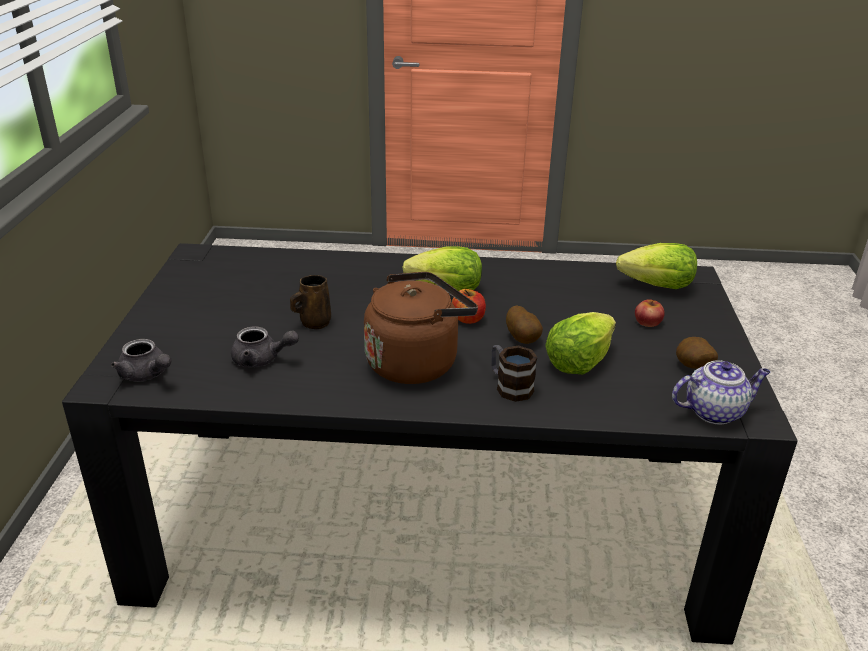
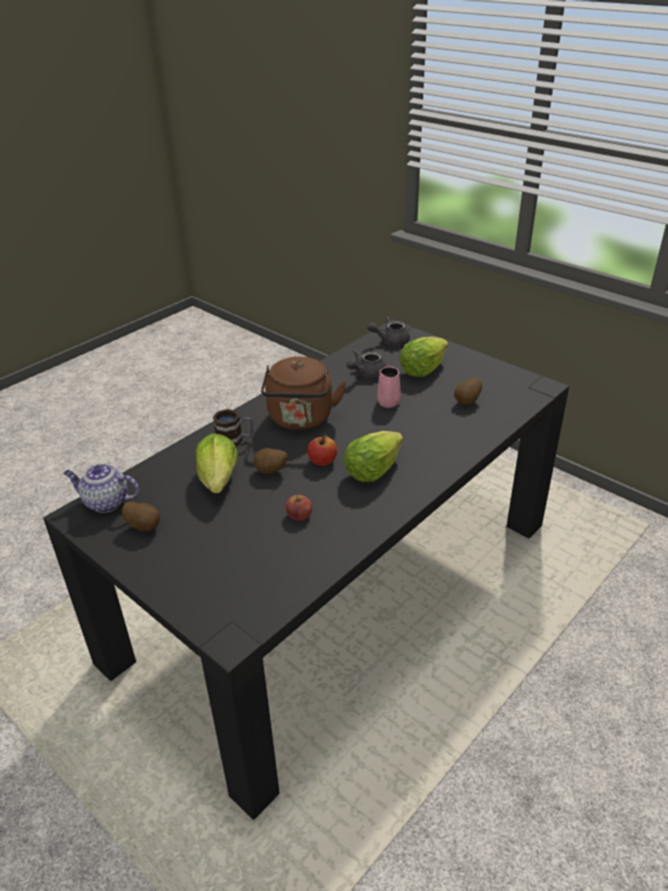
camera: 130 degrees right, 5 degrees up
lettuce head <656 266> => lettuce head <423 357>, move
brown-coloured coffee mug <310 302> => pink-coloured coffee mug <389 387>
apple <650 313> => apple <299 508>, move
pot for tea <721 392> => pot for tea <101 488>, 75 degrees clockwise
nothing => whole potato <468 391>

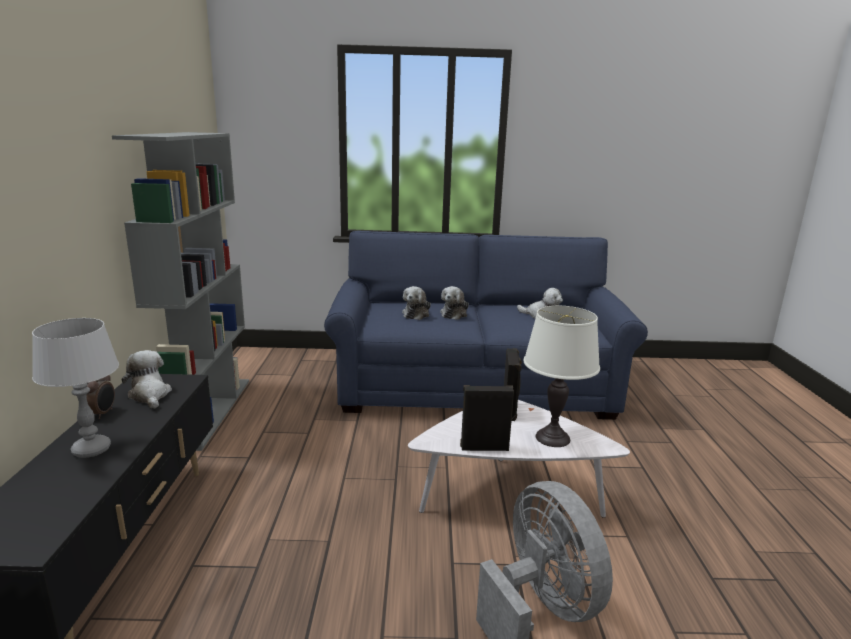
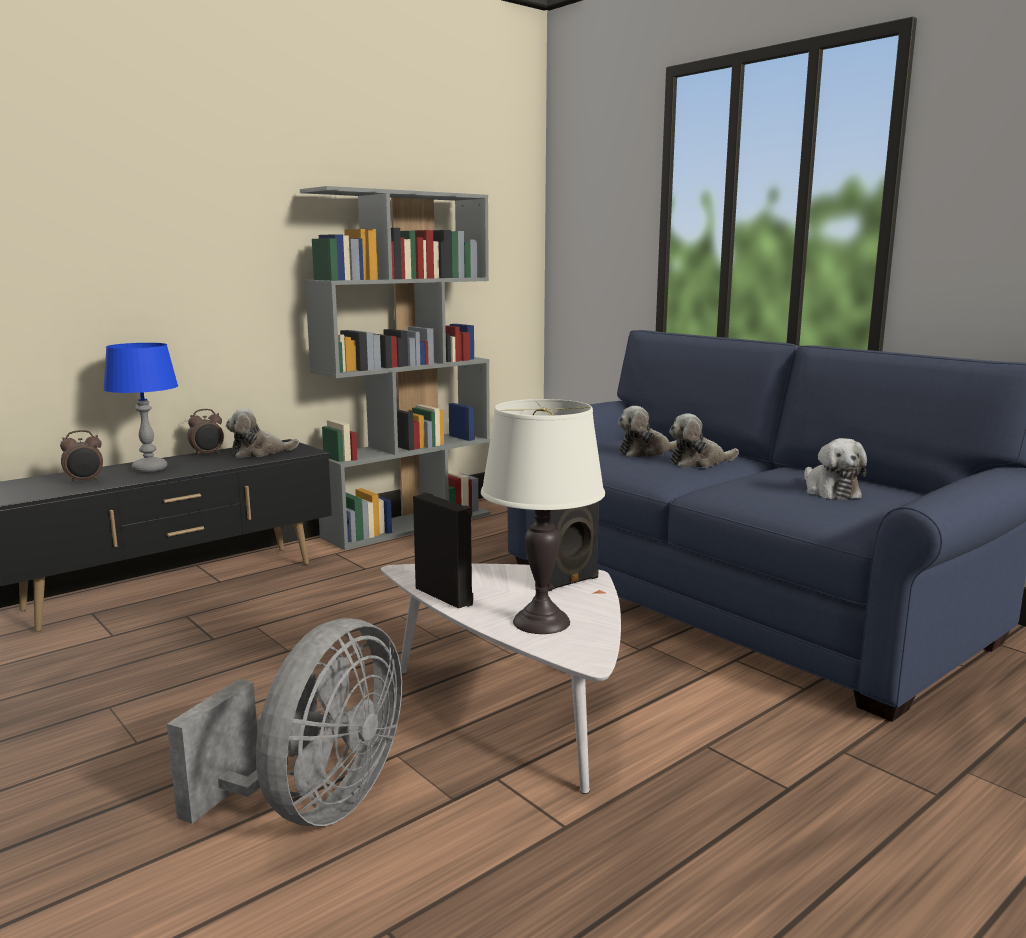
camera: 50 degrees right, 5 degrees down
greyish tabletop lamp <75 388> => bluish tabletop lamp <140 407>
cuddly toy <147 379> => cuddly toy <262 433>, 135 degrees counterclockwise
nothing => table clock <81 457>

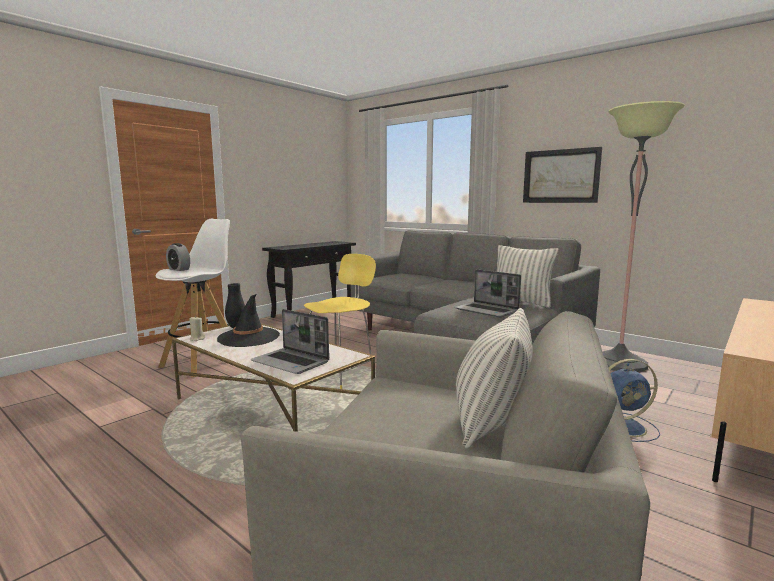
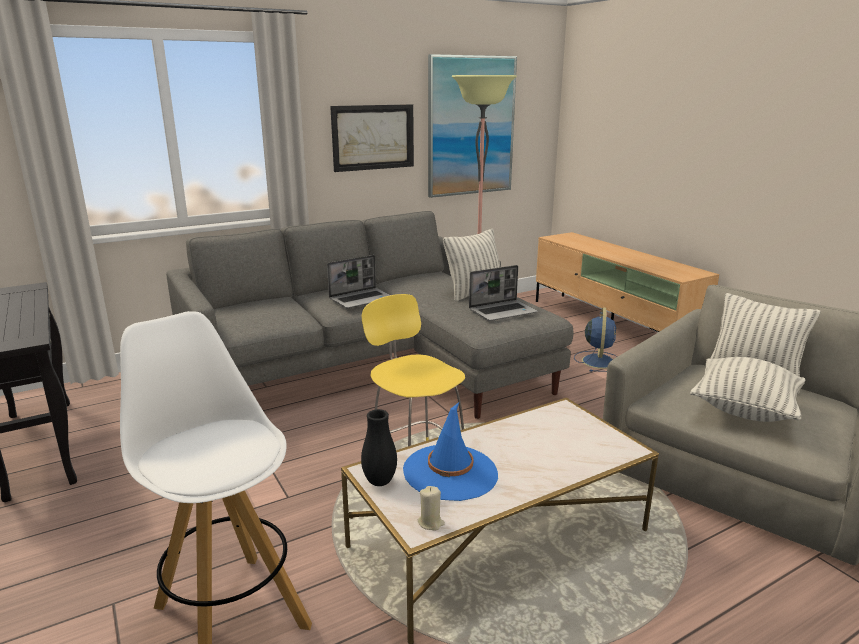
camera: 70 degrees left, 10 degrees up
table clock <178 257> => nothing
black hat <248 320> => bluish hat <450 451>
laptop <290 341> => laptop <358 281>, move
nothing => wall art <472 126>
nothing => cushion <747 389>

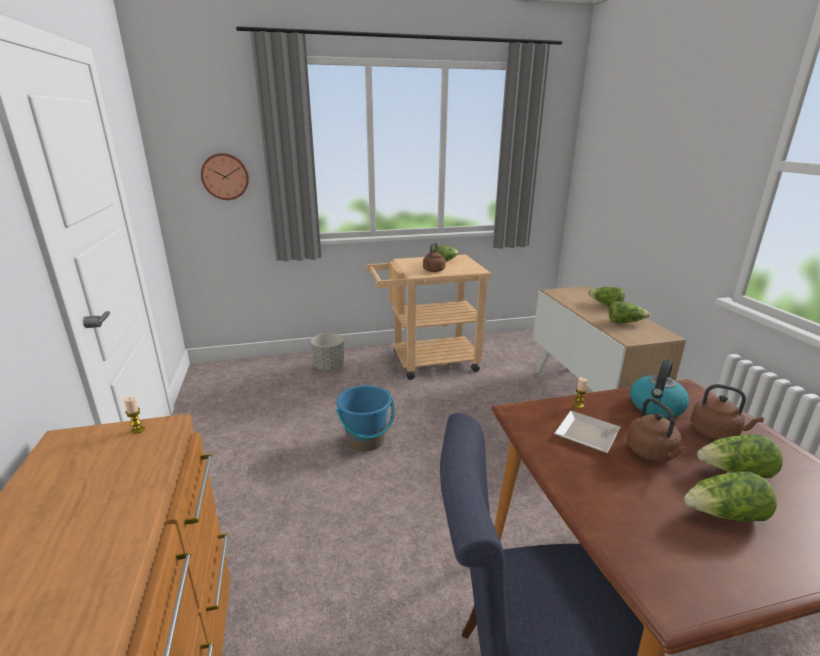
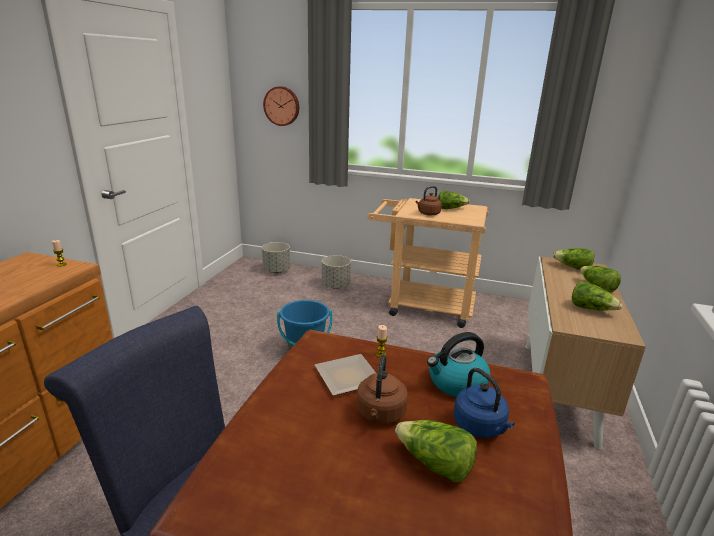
camera: 30 degrees right, 0 degrees up
brown-coloured tea kettle <727 412> => bluish tea kettle <484 403>
lettuce head <730 496> => lettuce head <573 259>, move
nothing => greyish planter <276 257>

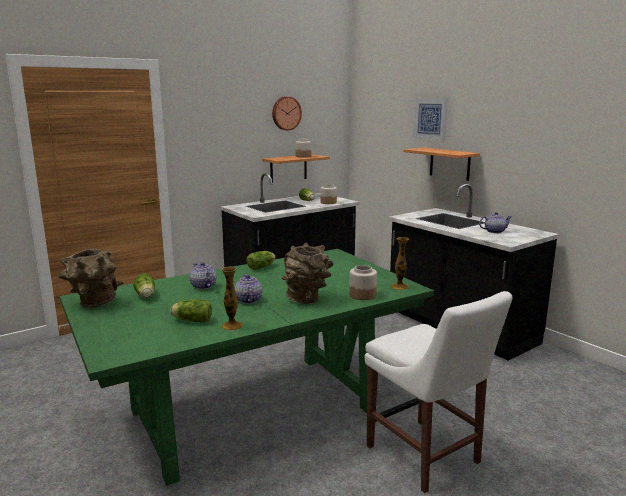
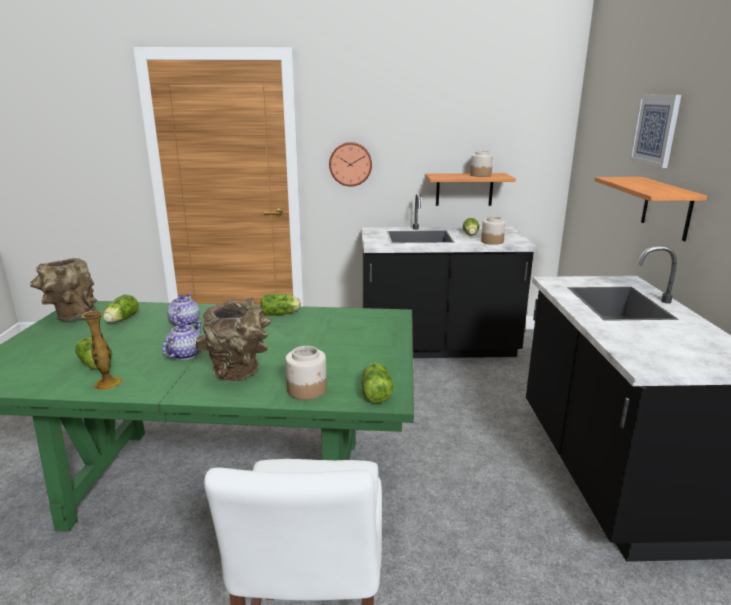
camera: 35 degrees right, 5 degrees up
hanging clock <287 113> => hanging clock <350 164>, move
pot for tea <495 222> => nothing
decorative vase <400 263> => lettuce head <377 383>

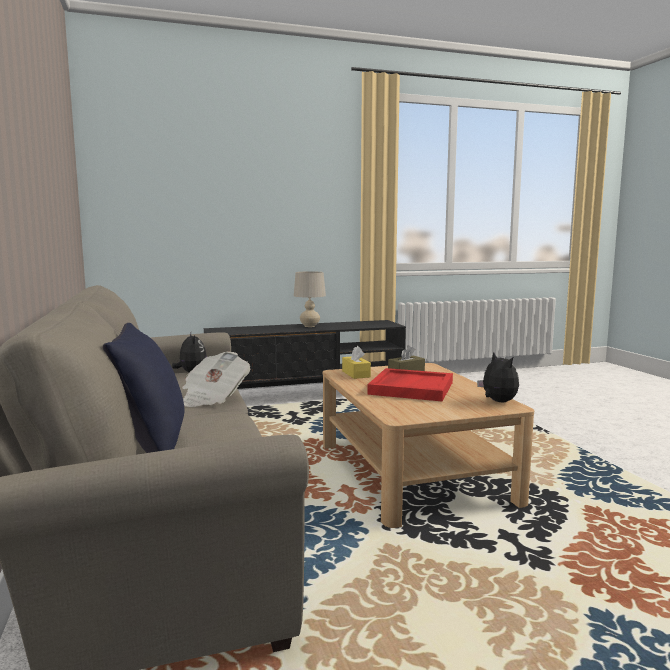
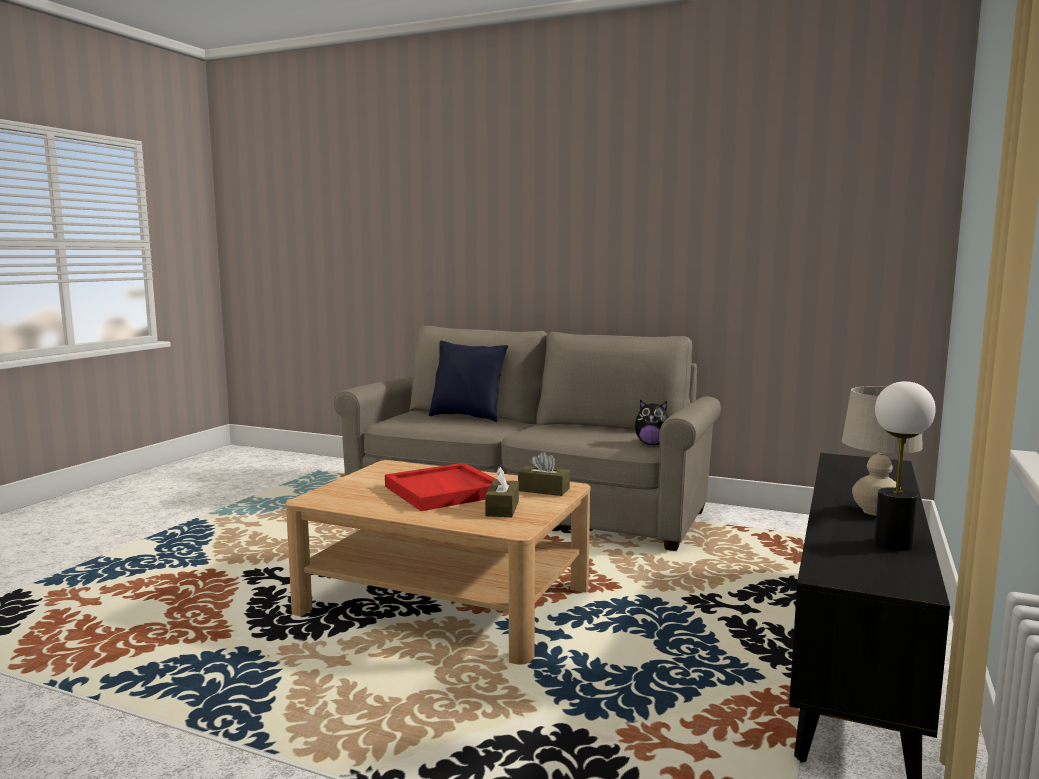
camera: 130 degrees right, 0 degrees up
yellow box of tissues <356 362> => brown-coloured box of tissues <544 474>
printed paper <216 379> => nothing
cuddly toy <498 377> => nothing
nothing => tabletop lamp <905 466>

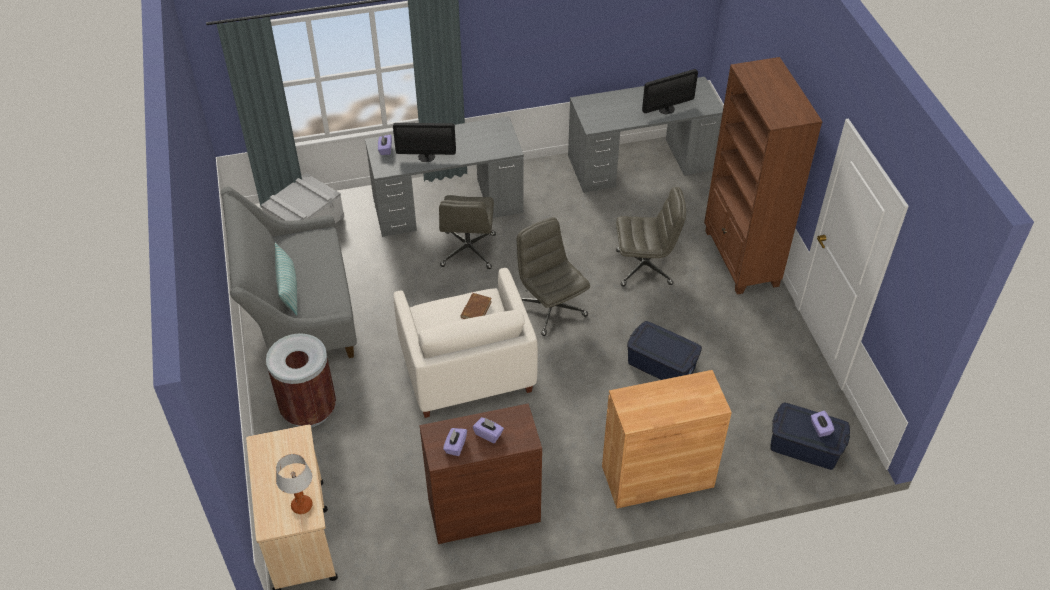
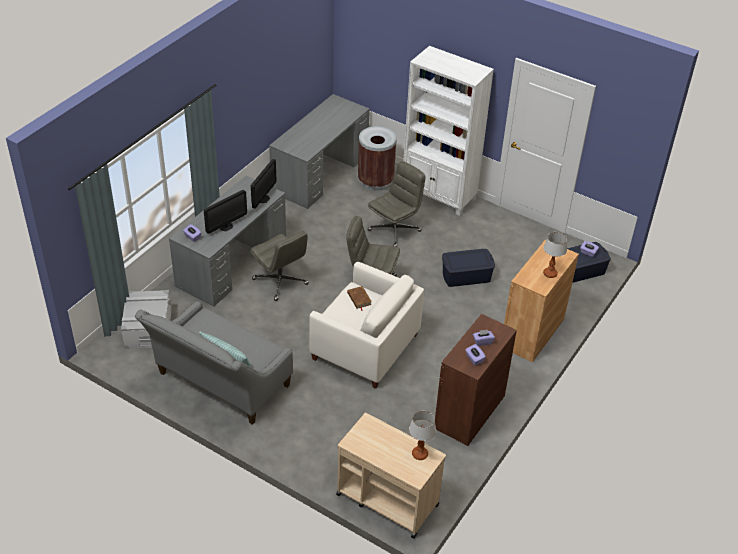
camera: 45 degrees left, 5 degrees down
brown-coloured bookcase <763 176> => white bookcase <448 131>
computer display <670 92> => computer display <263 184>, move
brown-coloured rubbish bin <301 380> => brown-coloured rubbish bin <377 158>, move
nothing => tabletop lamp <555 255>

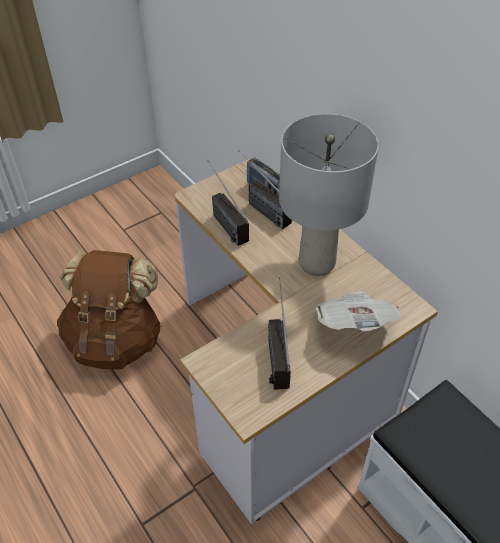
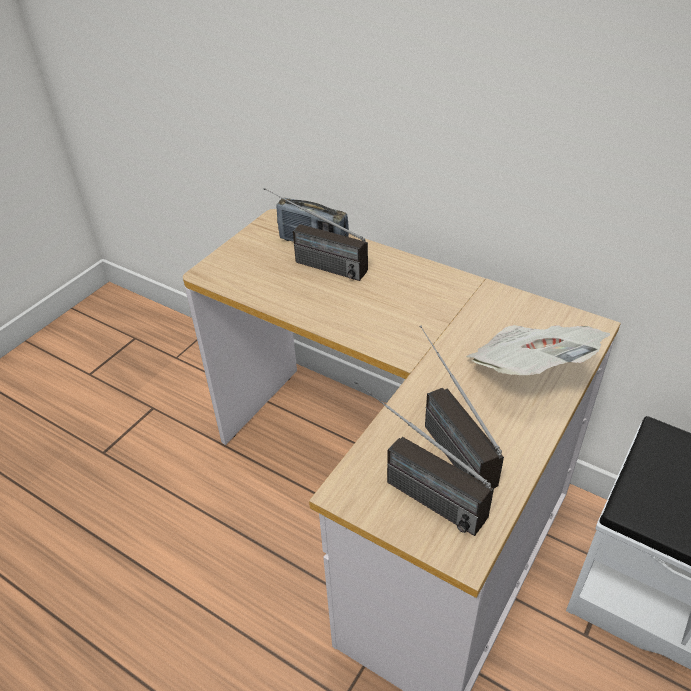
camera: 20 degrees left, 5 degrees down
greyish tabletop lamp <329 195> => nothing
radio receiver <228 203> => radio receiver <424 458>, move
brown-coloured rucksack <109 310> => nothing

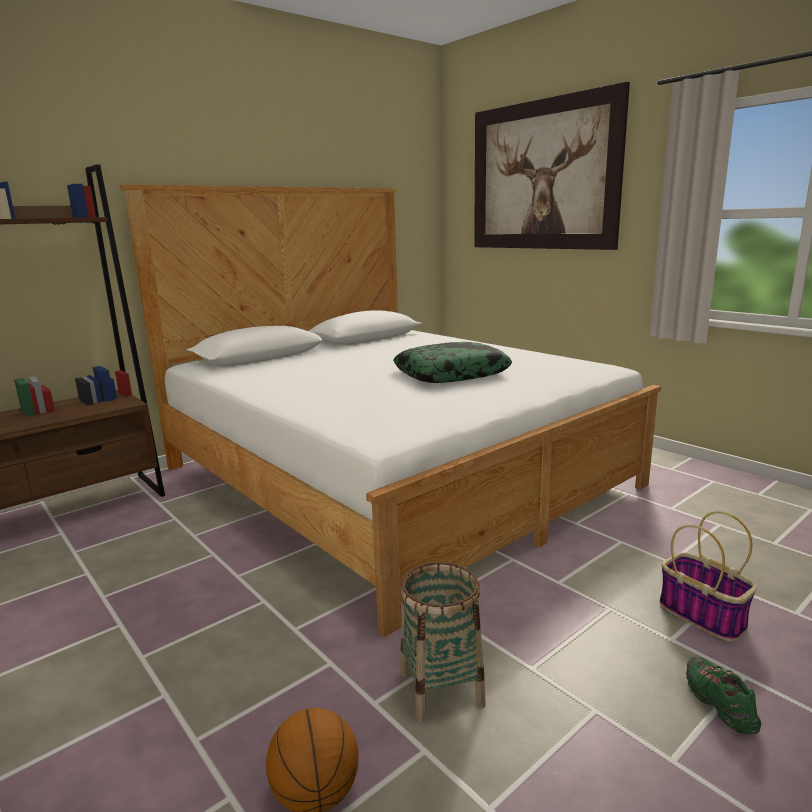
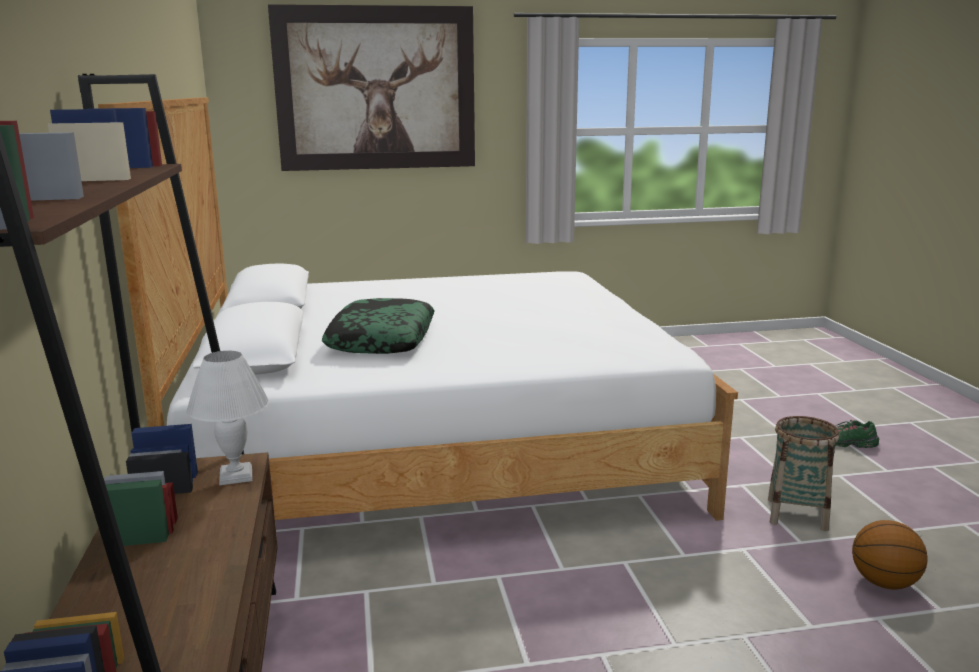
camera: 60 degrees left, 0 degrees up
cushion <452 362> => cushion <378 326>, move
basket <708 576> => nothing
nothing => white tabletop lamp <227 418>

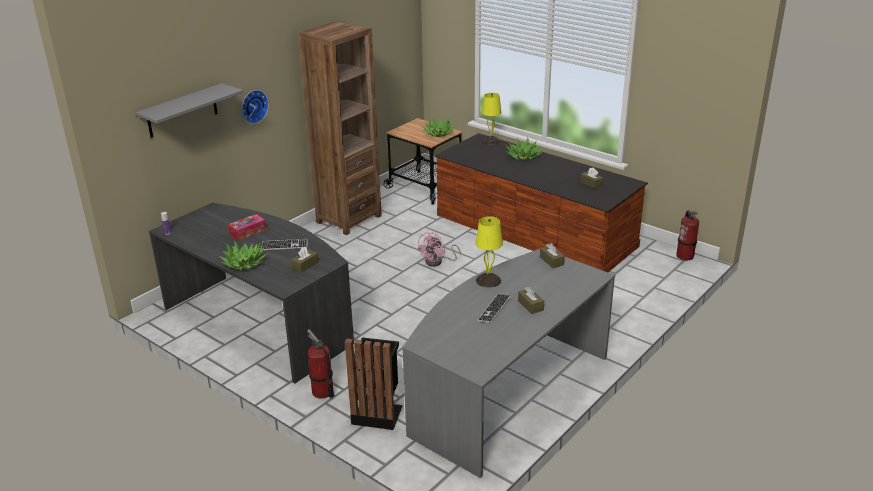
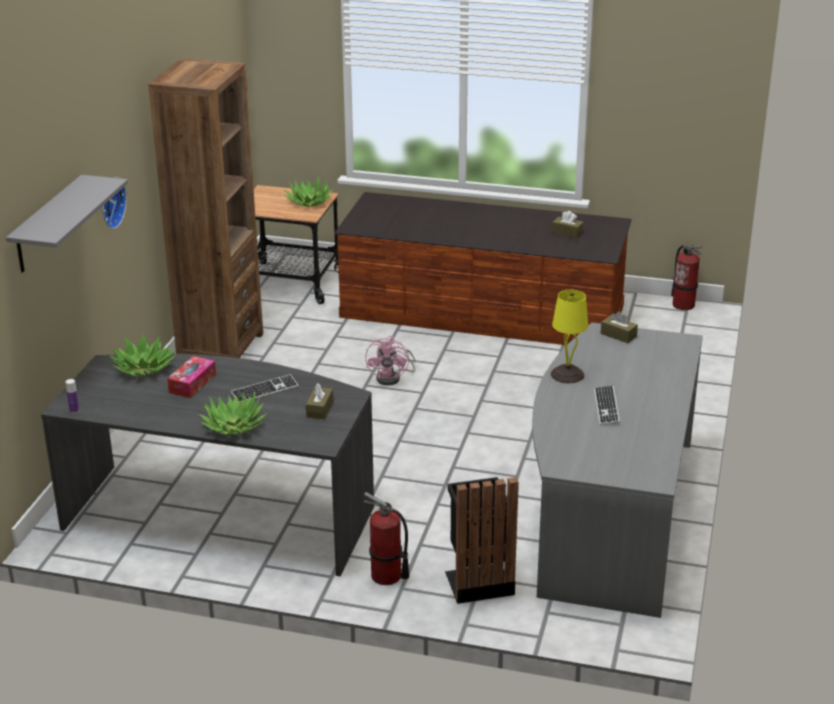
camera: 25 degrees left, 0 degrees up
yellow tabletop lamp <491 119> => nothing
houseplant <524 149> => houseplant <142 355>, move
brown-coloured box of tissues <531 300> => nothing

